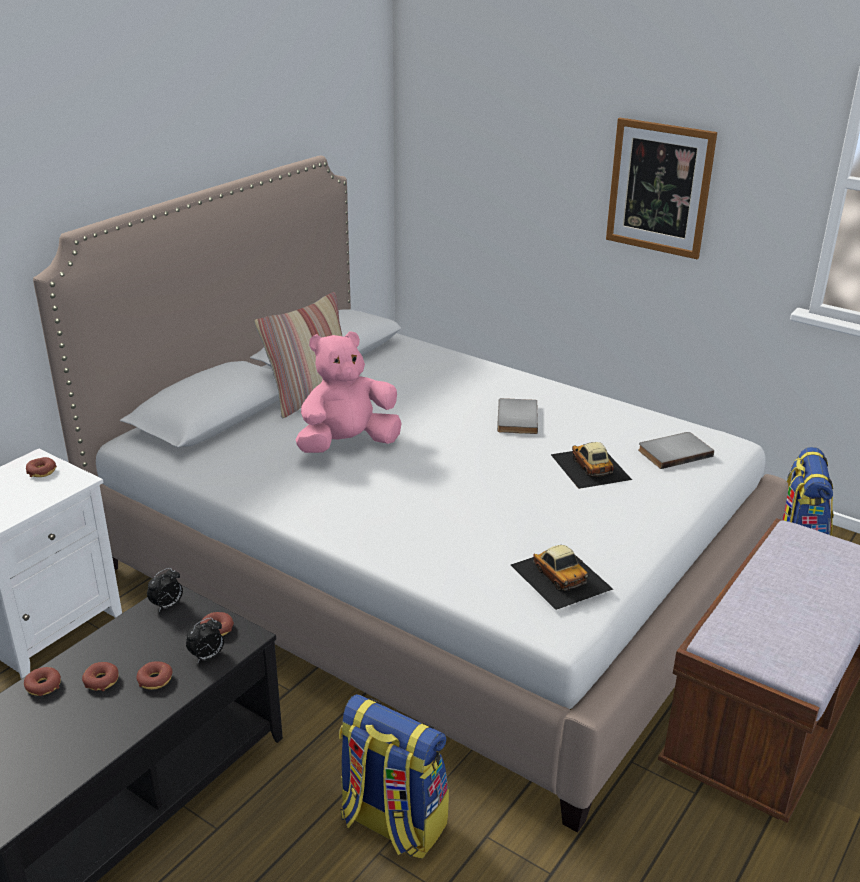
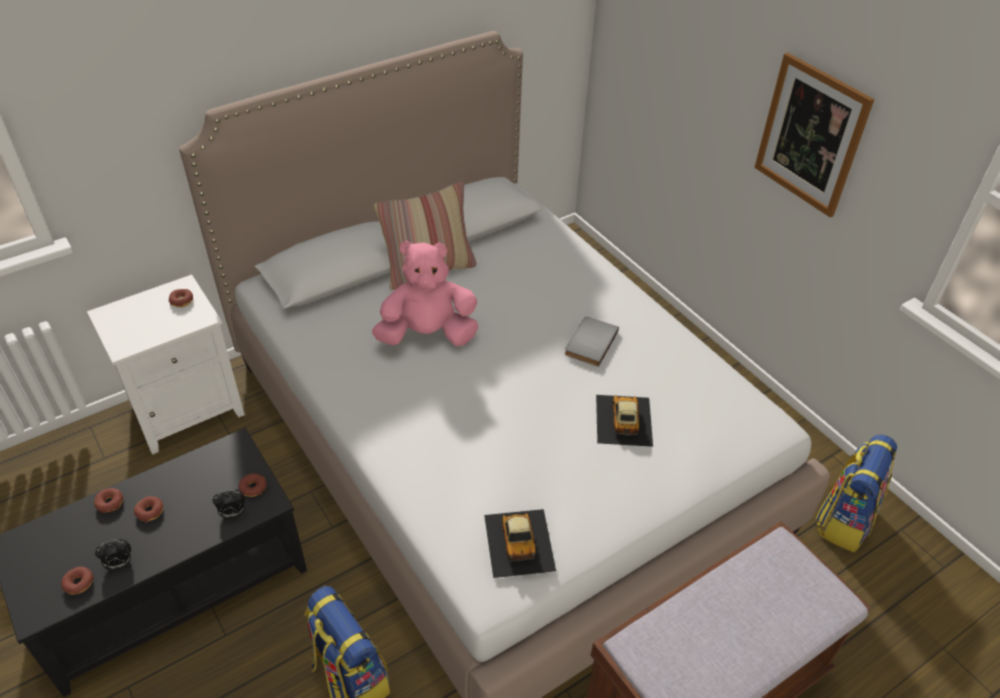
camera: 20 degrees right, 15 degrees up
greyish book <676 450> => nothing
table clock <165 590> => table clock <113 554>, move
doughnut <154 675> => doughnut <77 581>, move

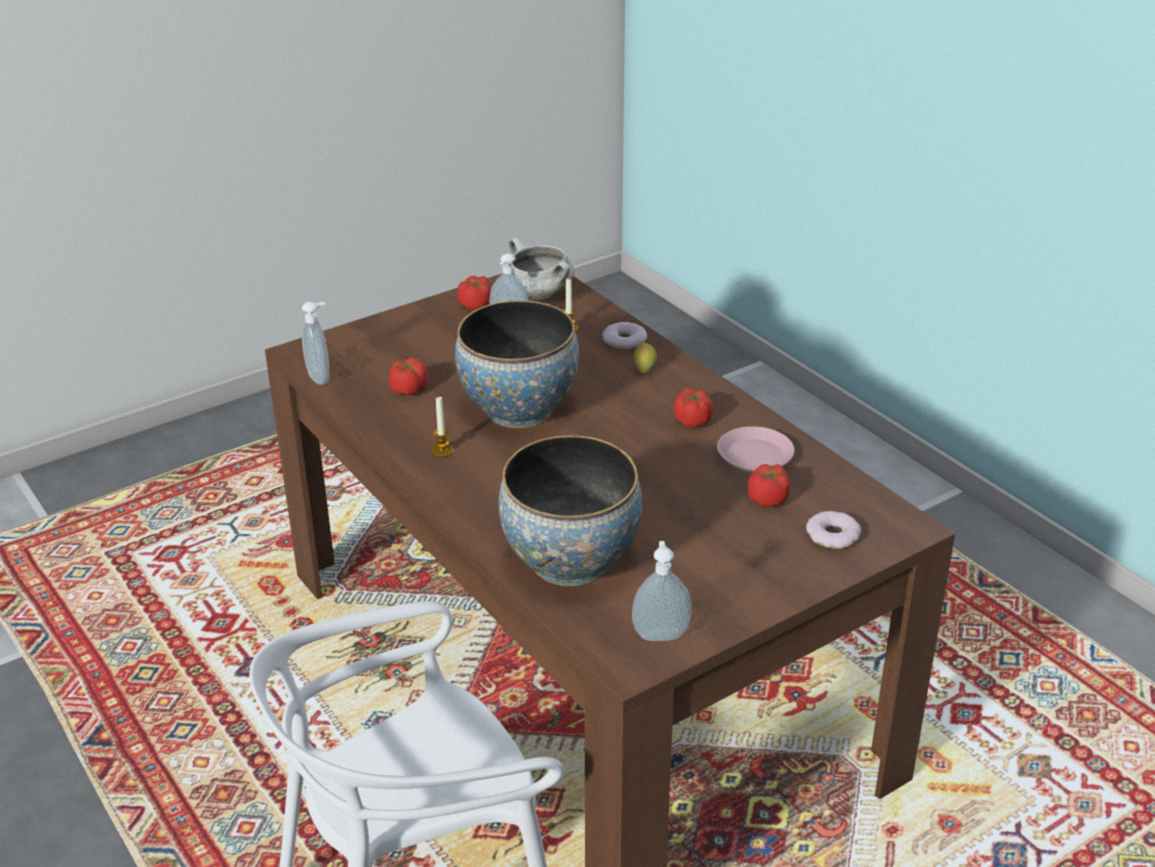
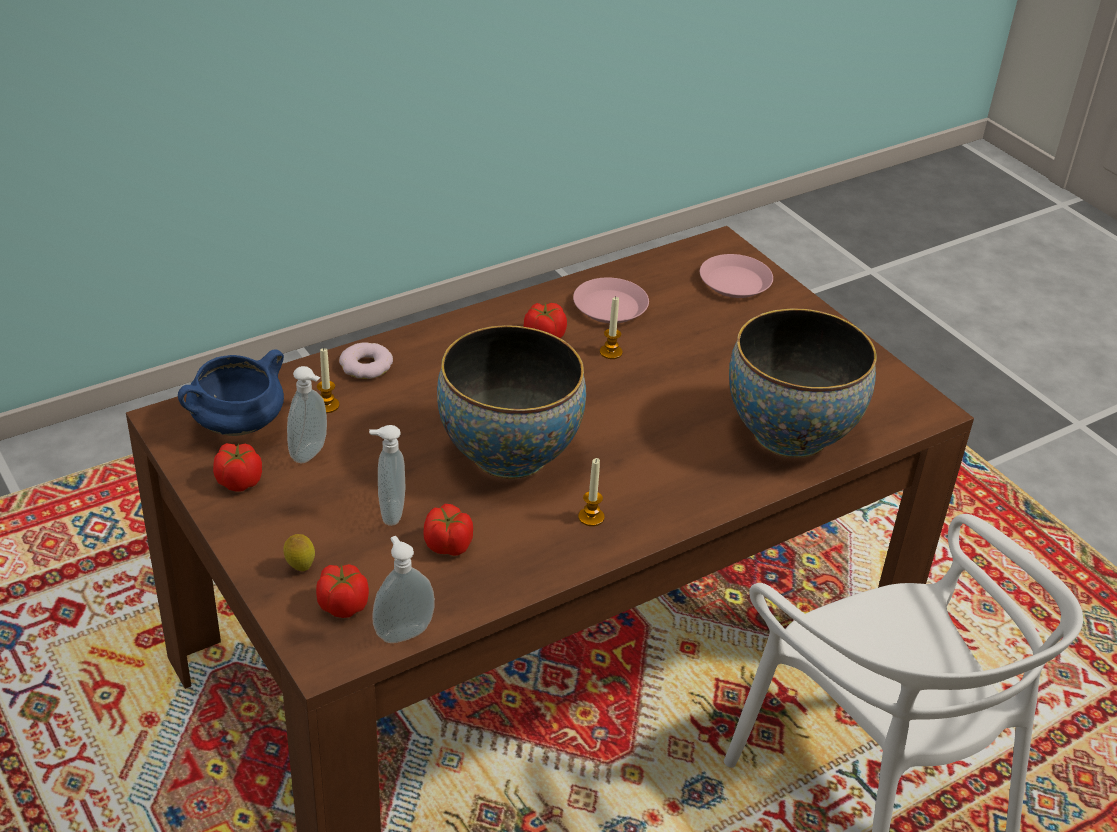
camera: 90 degrees left, 5 degrees up
white saucepot <541 270> => bluish saucepot <231 392>
lemon <645 357> => lemon <299 552>, move
whole tomato <769 485> => whole tomato <342 591>, move
doughnut <833 530> => pink-coloured dinner plate <736 276>
soap dispenser <662 591> => soap dispenser <387 475>, move
nothing => wax light <611 328>

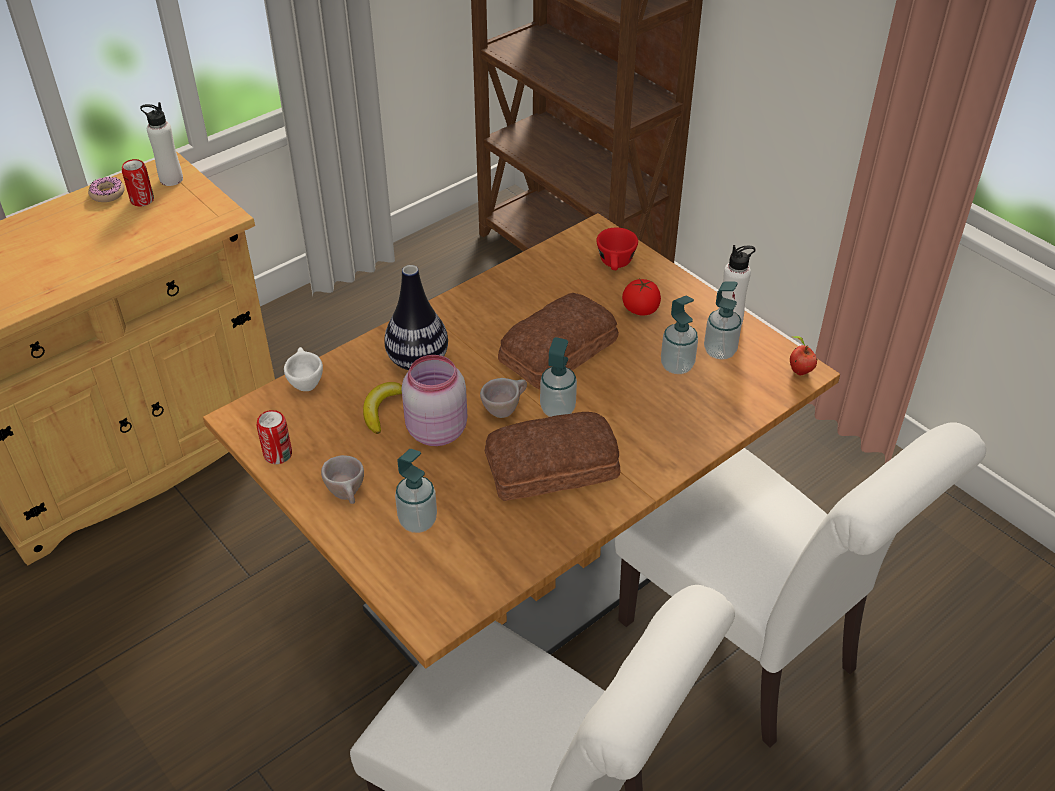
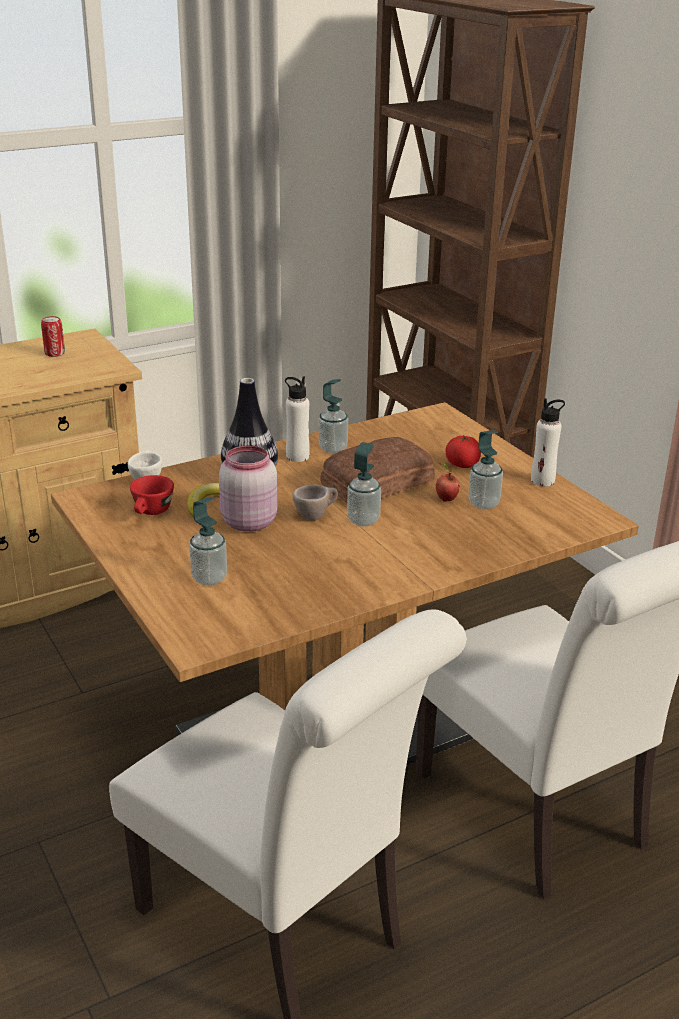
camera: 10 degrees right, 15 degrees down
white bottle <161 144> => white bottle <297 419>, move
doughnut <106 189> => nothing
red small cup <617 248> => red small cup <152 495>, move
soap dispenser <723 320> => soap dispenser <333 416>, move
apple <803 356> => apple <447 482>, move
metal can <274 437> => nothing
baked bread <553 456> => nothing
beige-coloured small cup <342 479> => nothing

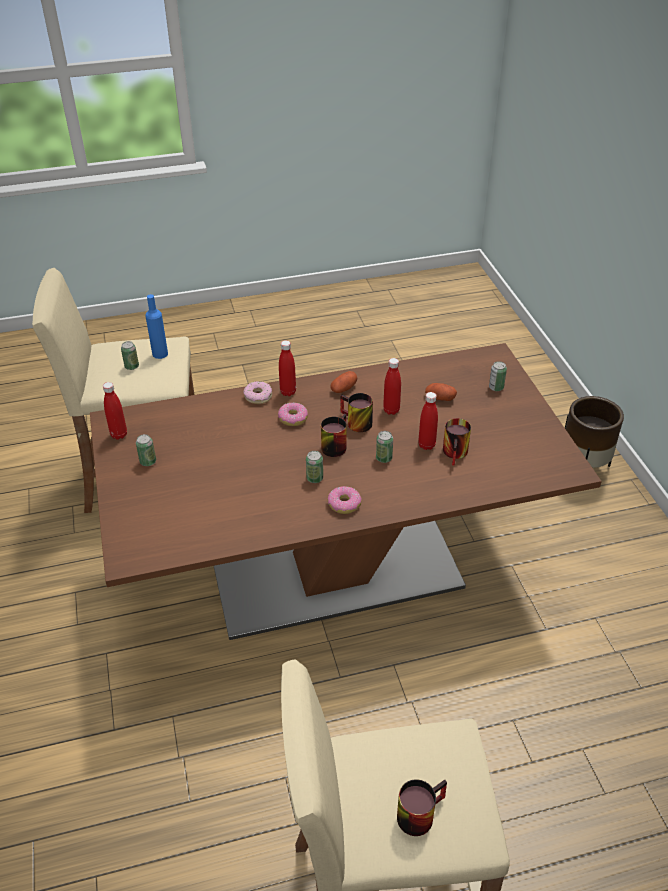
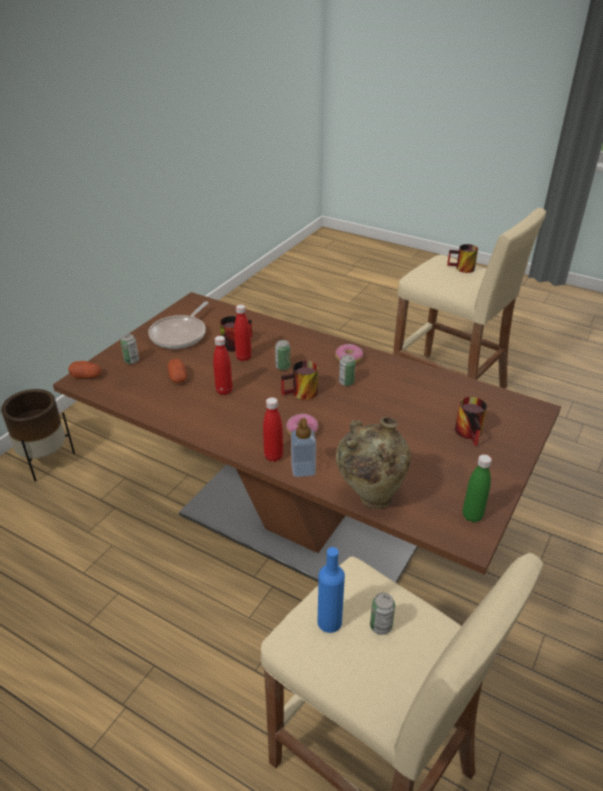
camera: 135 degrees left, 5 degrees down
whole potato <343 382> => whole potato <84 370>, move
red bottle <115 411> => greenish bottle <477 488>
doughnut <258 393> => soap dispenser <303 447>
coffee mug <356 412> => coffee mug <471 421>, move
metal can <146 450> => nothing
nothing => frying pan <178 325>
nothing => beige-coloured decorative vase <373 463>

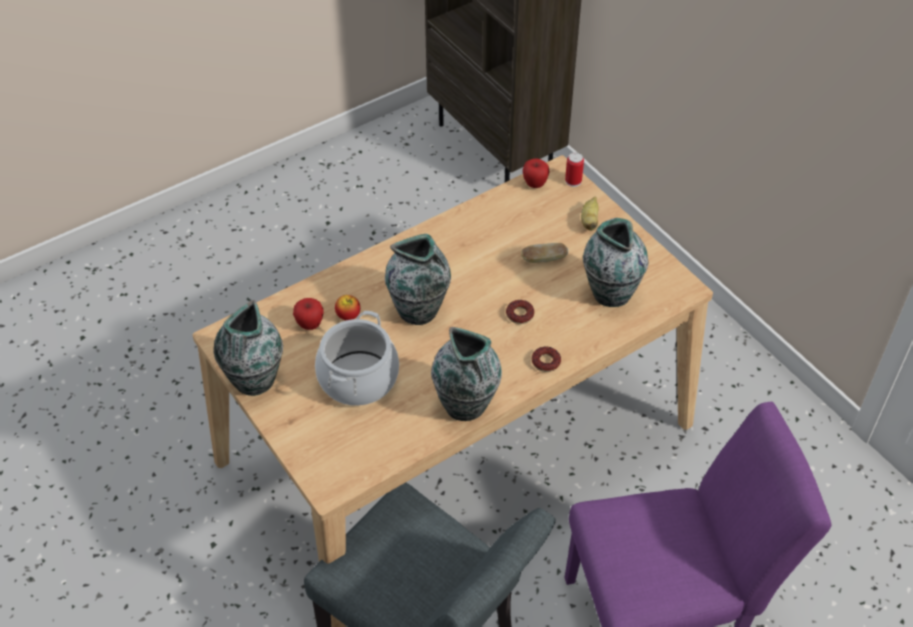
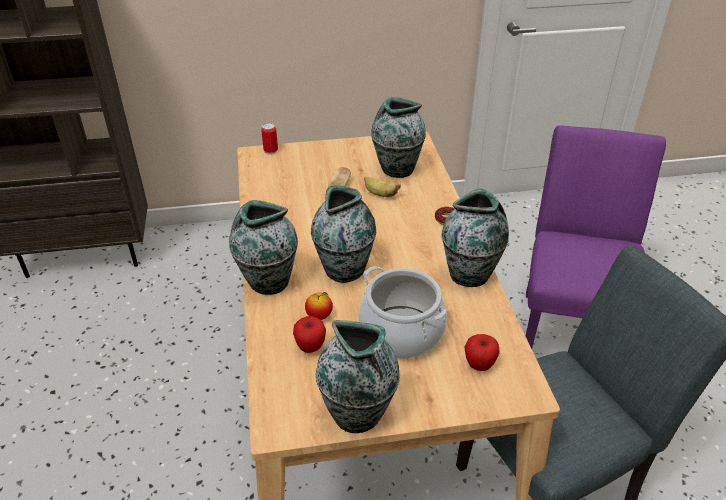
camera: 65 degrees left, 10 degrees down
apple <536 173> => apple <482 352>, move
banana <589 214> => banana <382 186>, move
doughnut <520 312> => nothing
nothing => decorative vase <263 247>

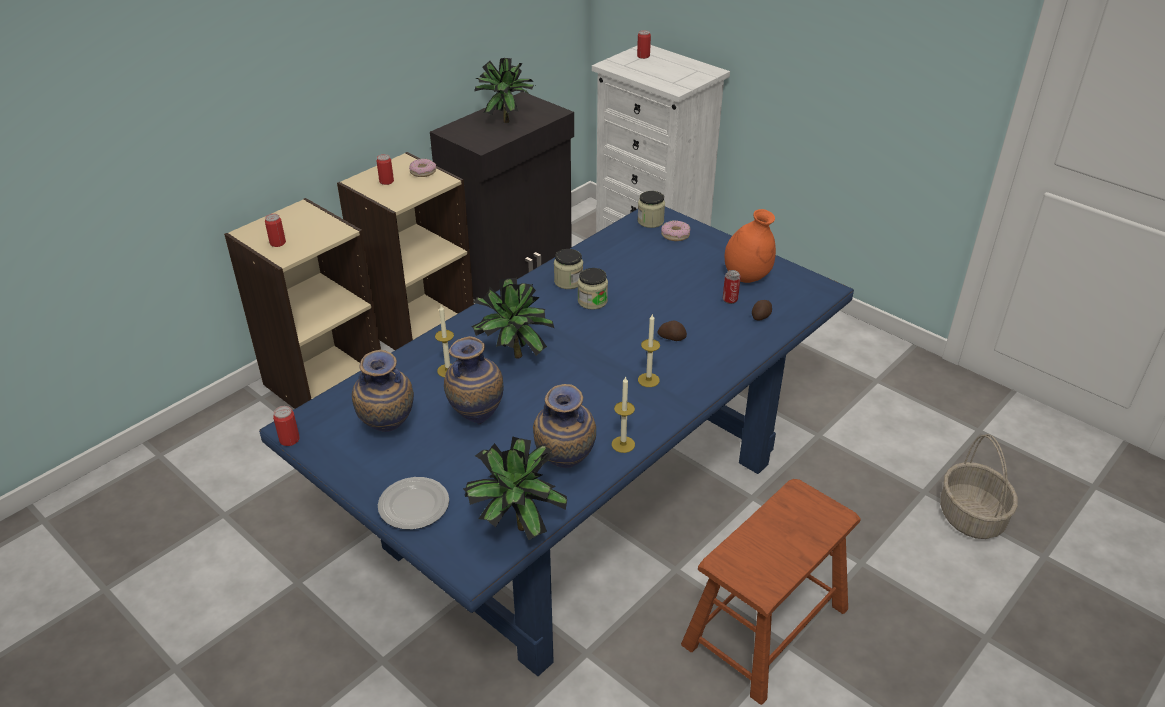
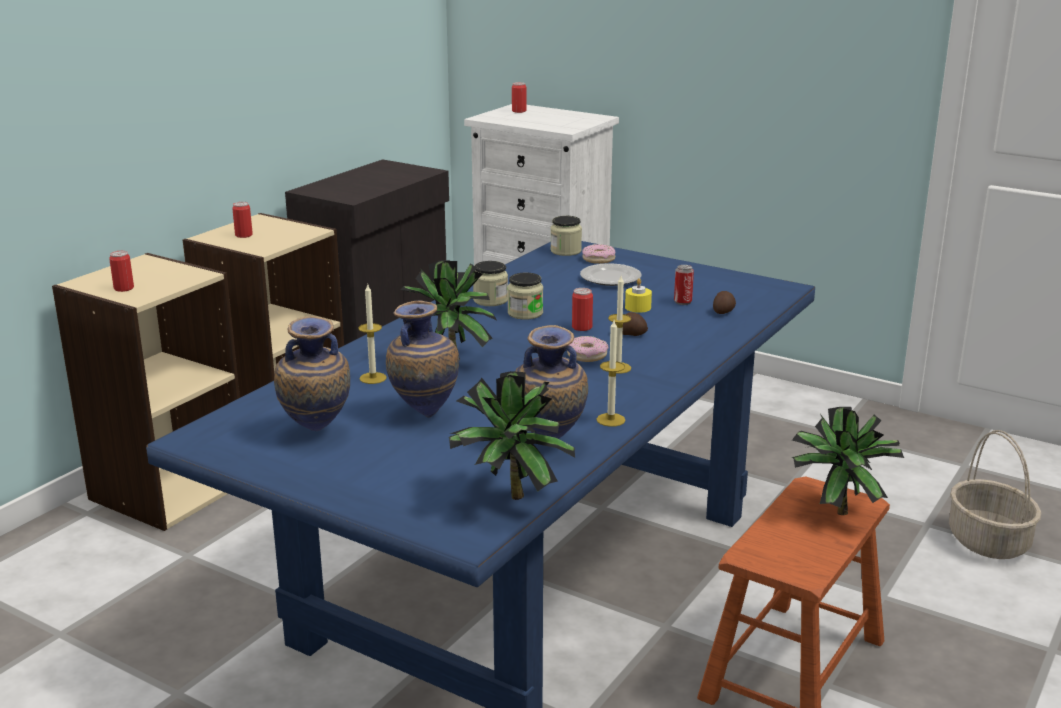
camera: 10 degrees left, 15 degrees down
houseplant <504 90> => houseplant <847 461>, move
doughnut <422 168> => doughnut <588 349>, move
orange decorative vase <750 246> => nothing
metal can <286 426> => metal can <582 309>, move
dinner plate <413 503> => dinner plate <611 274>, move
nothing => yellow wax light <638 295>

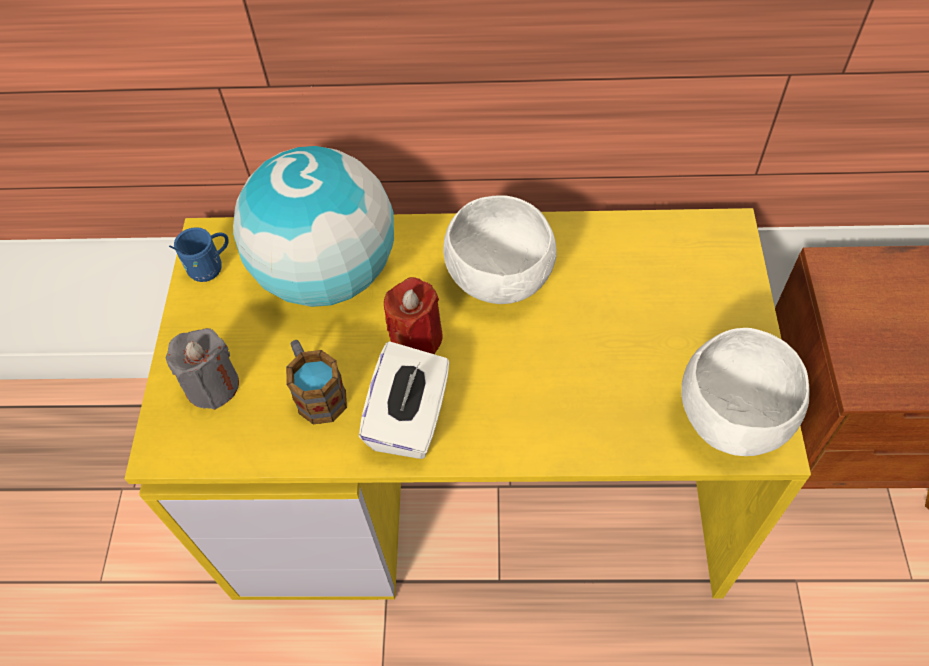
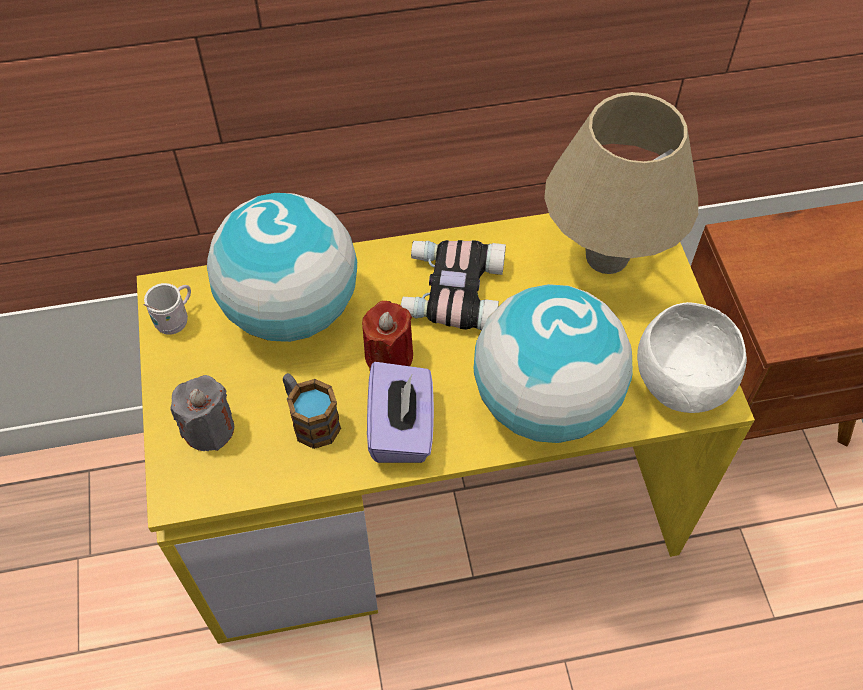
camera: 15 degrees left, 0 degrees up
white bowl <500 249> => field glasses <453 285>
bluish coffee mug <199 254> => white coffee mug <167 309>
white box of tissues <404 400> => purple-coloured box of tissues <400 412>
nothing => beige-coloured tabletop lamp <621 183>
nothing => world globe <553 363>

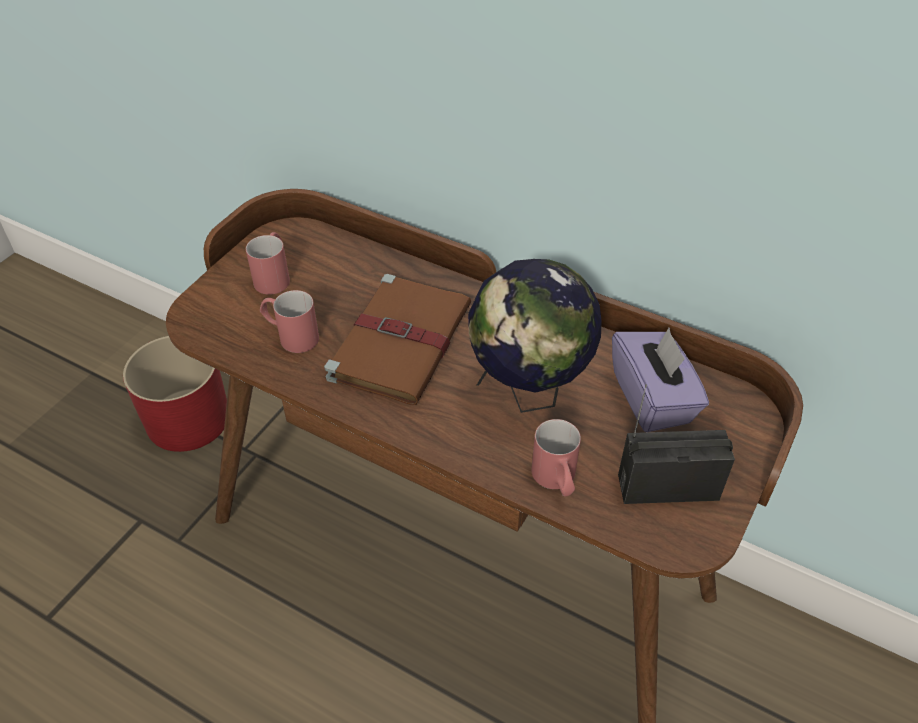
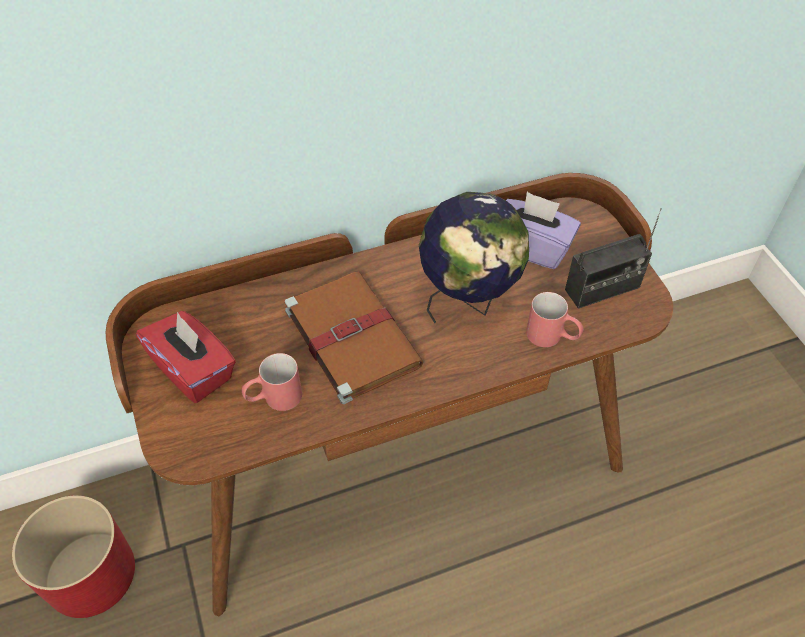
camera: 50 degrees left, 5 degrees up
red coffee mug <268 263> => red box of tissues <186 357>
radio receiver <676 444> => radio receiver <613 258>, 150 degrees counterclockwise

